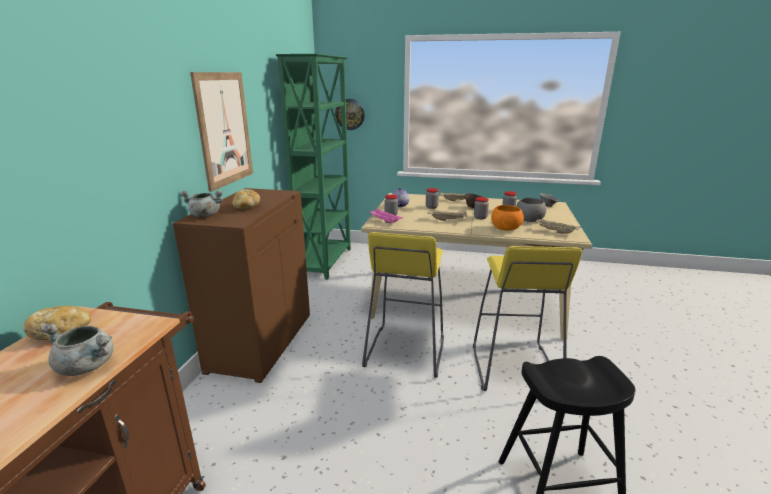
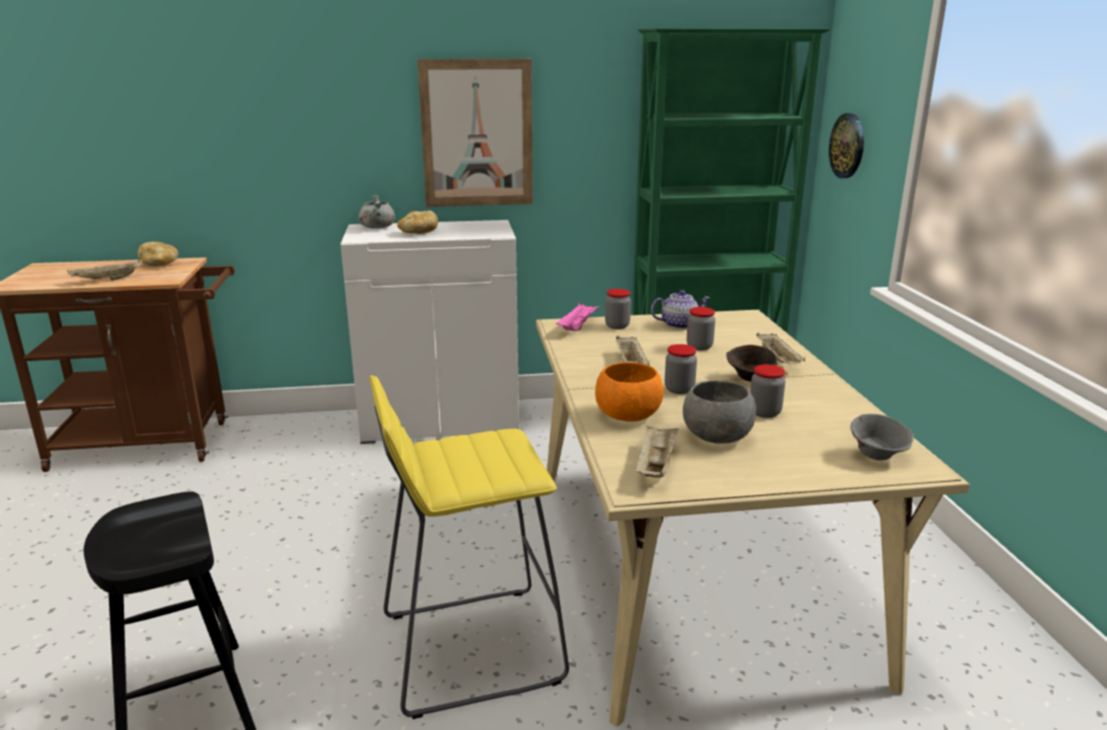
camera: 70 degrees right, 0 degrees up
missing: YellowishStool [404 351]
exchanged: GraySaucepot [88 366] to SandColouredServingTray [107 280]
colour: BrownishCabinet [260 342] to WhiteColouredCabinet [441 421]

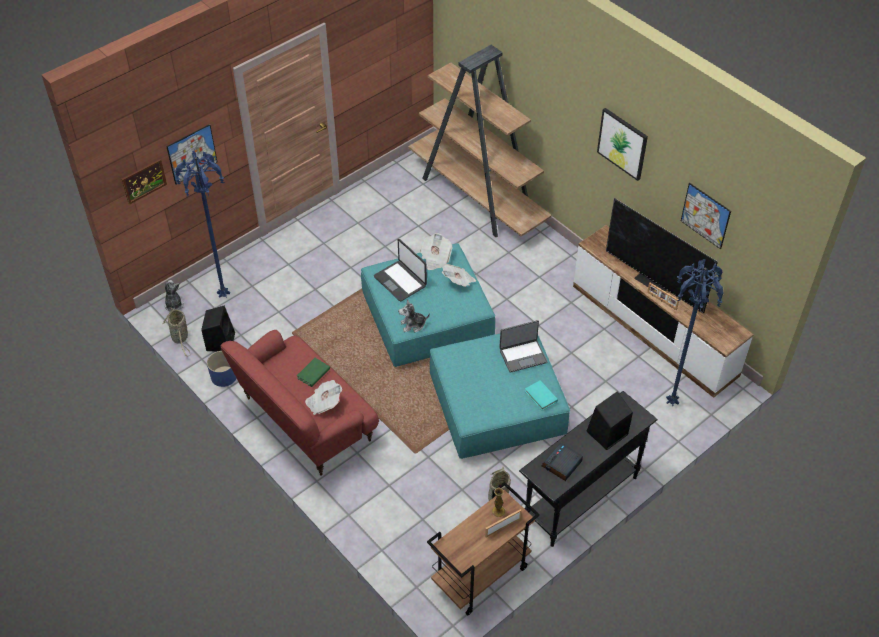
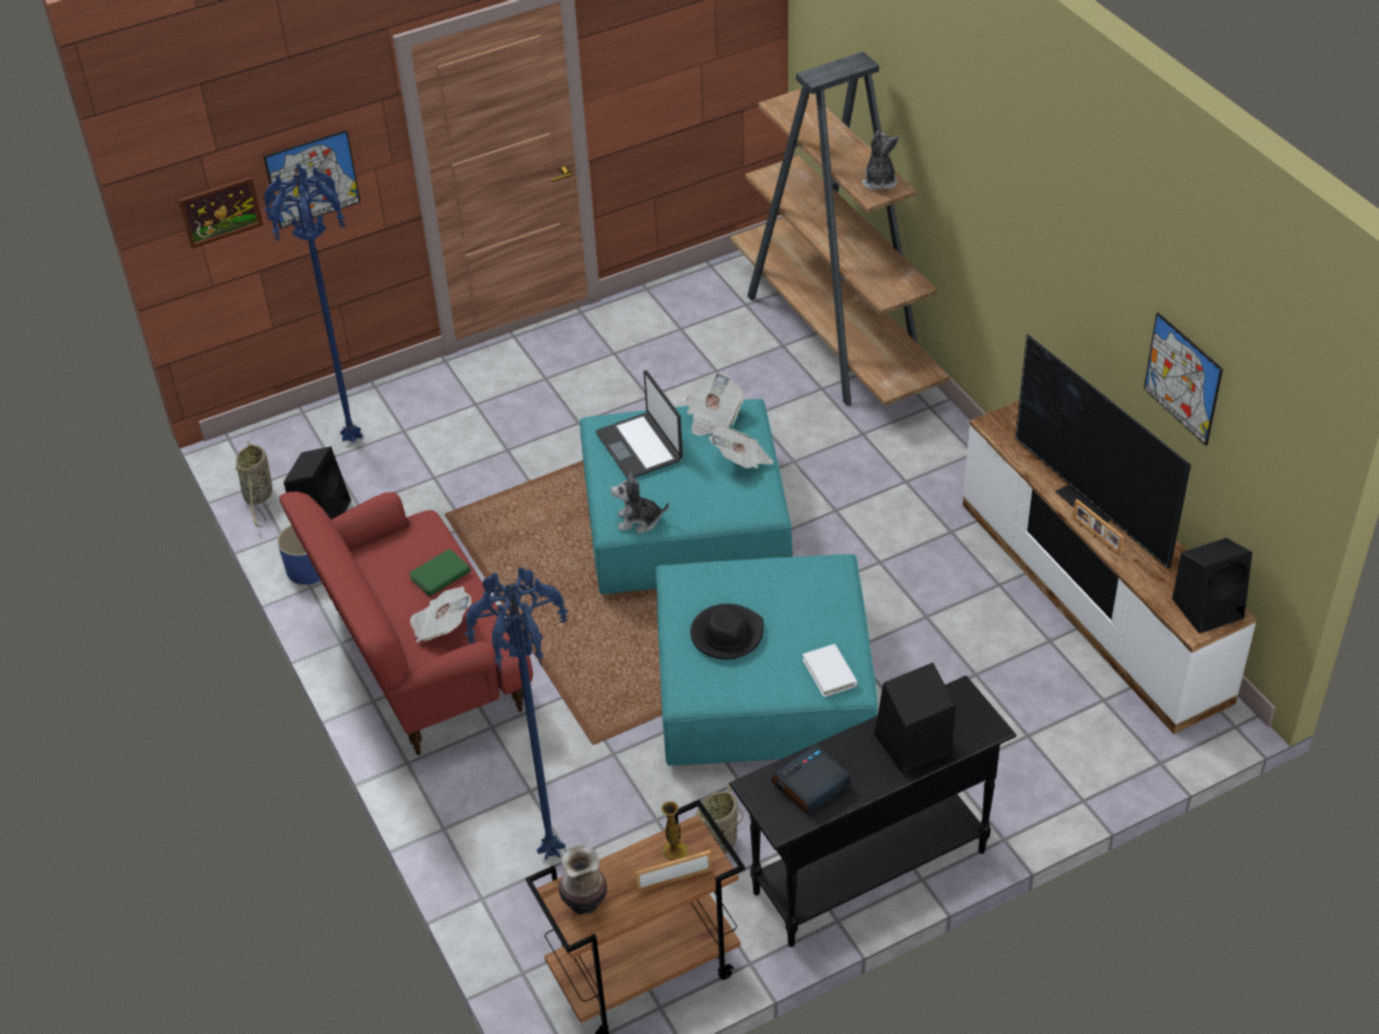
camera: 15 degrees right, 5 degrees down
missing: Laptop [523 355]; WallArt [622 143]
appeared: DecorativeVase [583 902]; BlackishHat [727 634]; BlackishAudioSpeaker [1209 607]
relocated: BluishStandardLamp [670 403] to [549 854]; PlushToy [174 304] to [879 181]
colour: TurquoiseBook [541 396] to WhiteColouredBook [829 673]

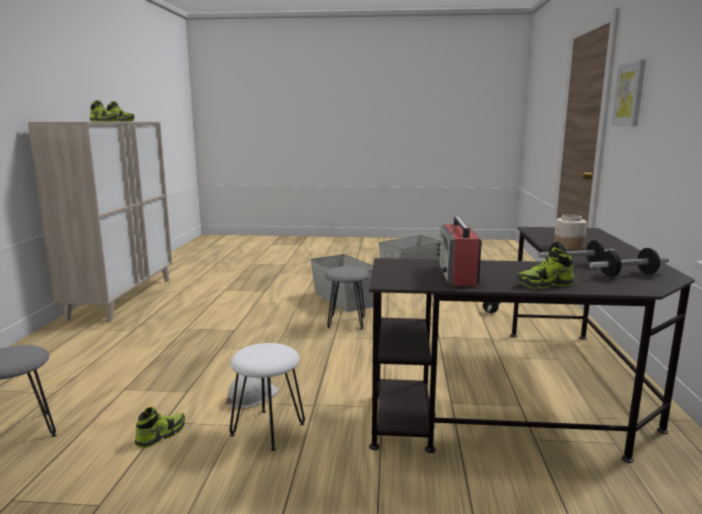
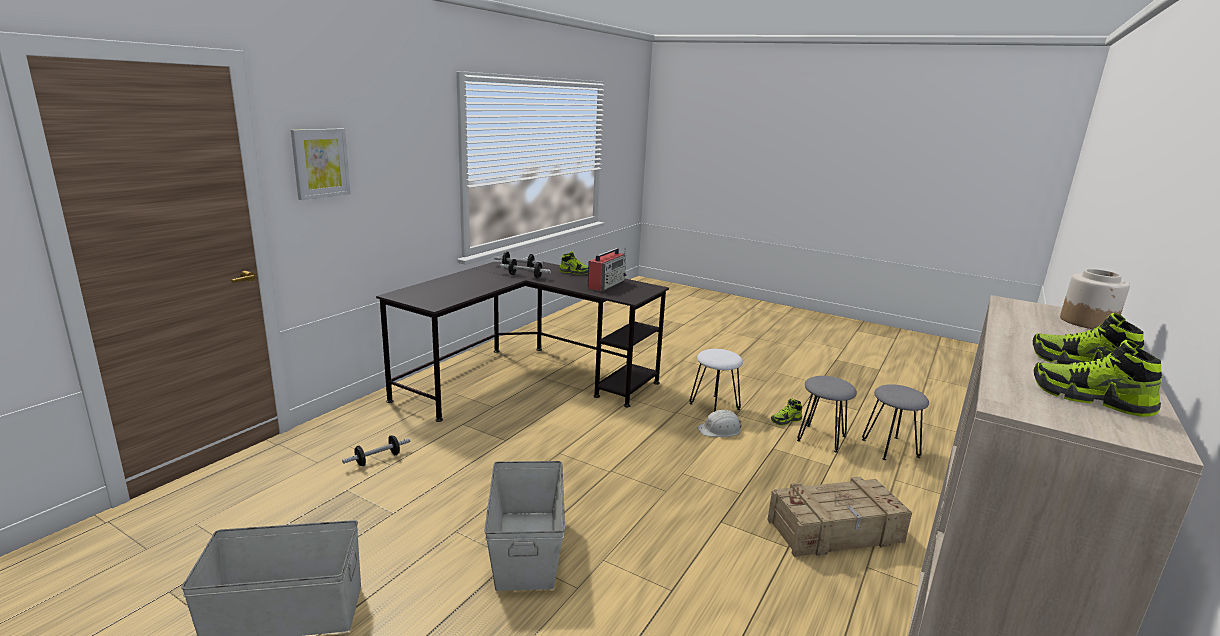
camera: 155 degrees left, 5 degrees up
appeared: Crate [836 531]
relocated: GrayStool [346 322] to [822 438]; StorageJar [568 246] to [1087 322]

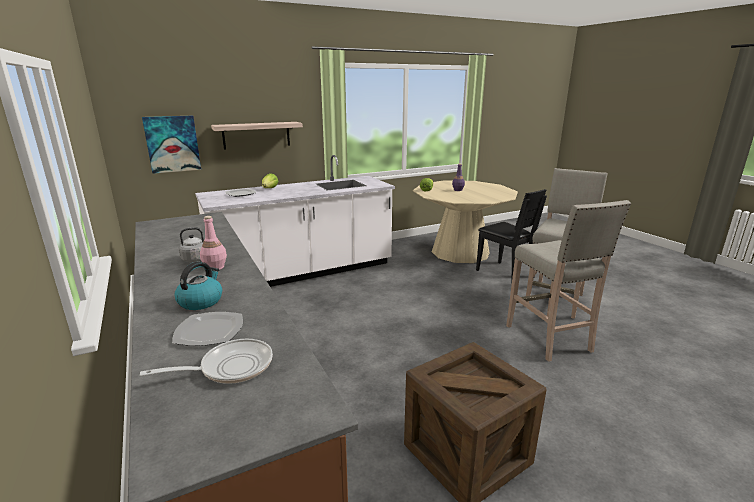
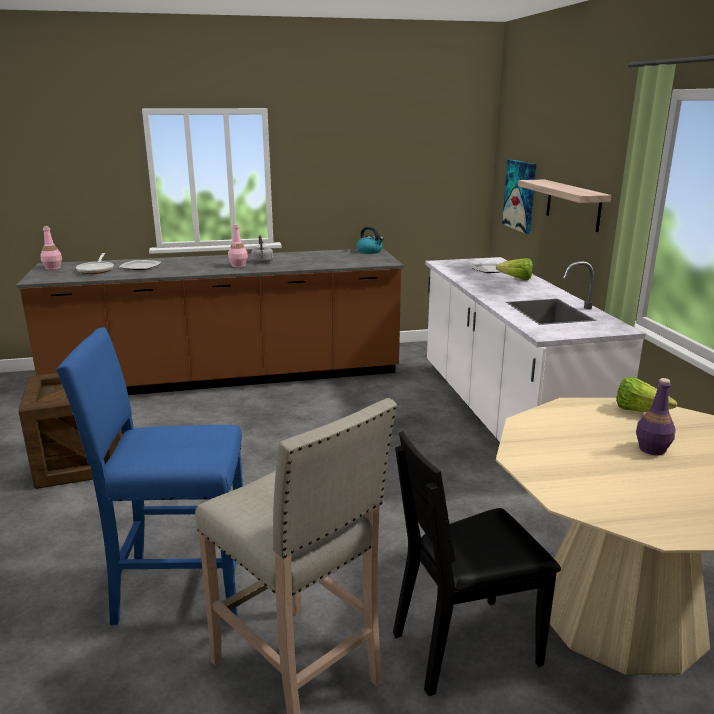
camera: 105 degrees right, 0 degrees up
appeared: PinkishBeverageBottle [53 268]
relocated: WaterKettle [201 301] to [370 251]
colour: SandColouredStool [549 339] to BluishStool [180 590]

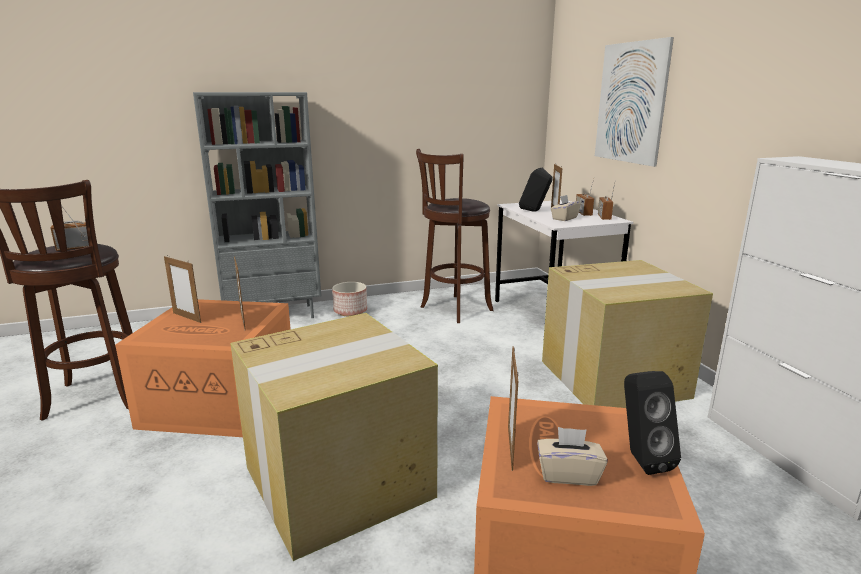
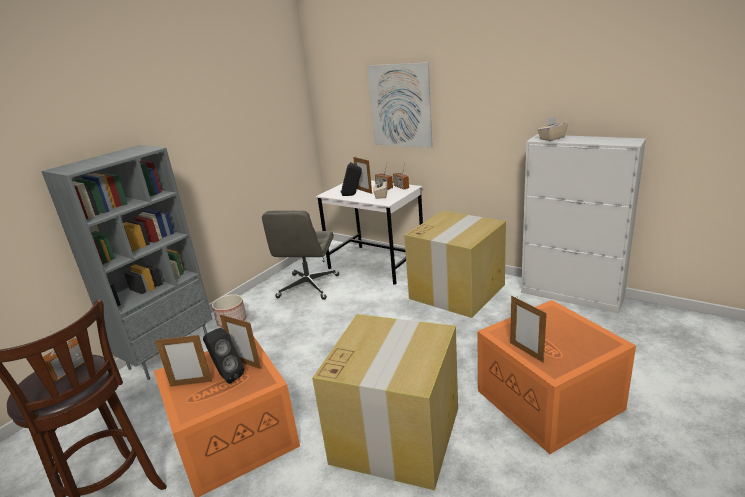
camera: 35 degrees left, 5 degrees up
relocated: BlackishAudioSpeaker [640 459] to [226 376]; SandColouredTissueHolder [568 474] to [552 138]
exchanged: BrownishStool [453 309] to GrayDeskChair [308 287]

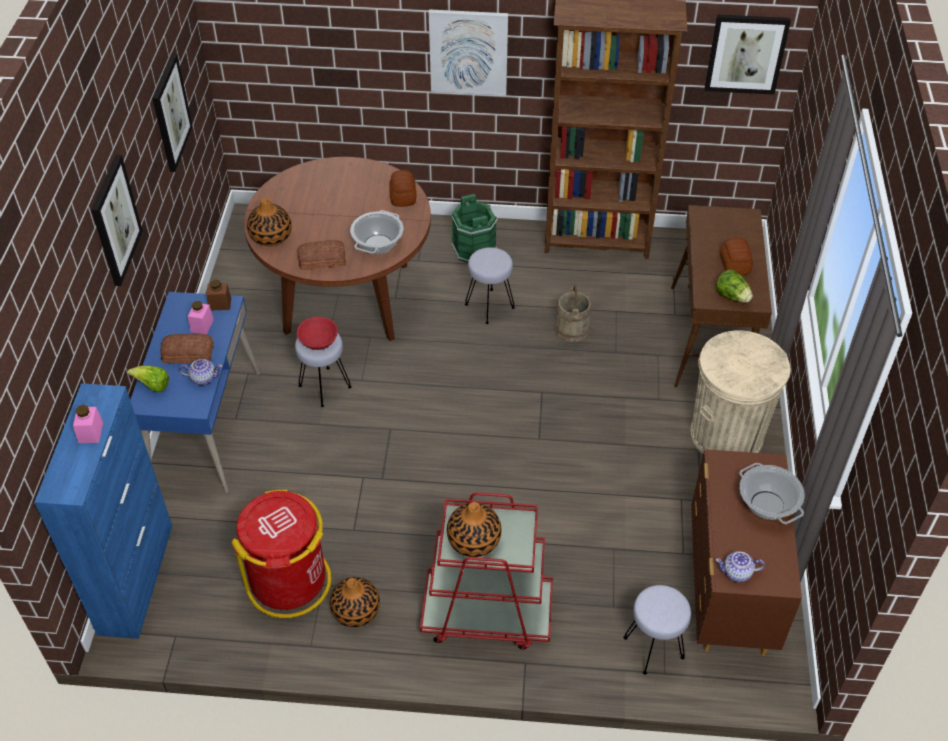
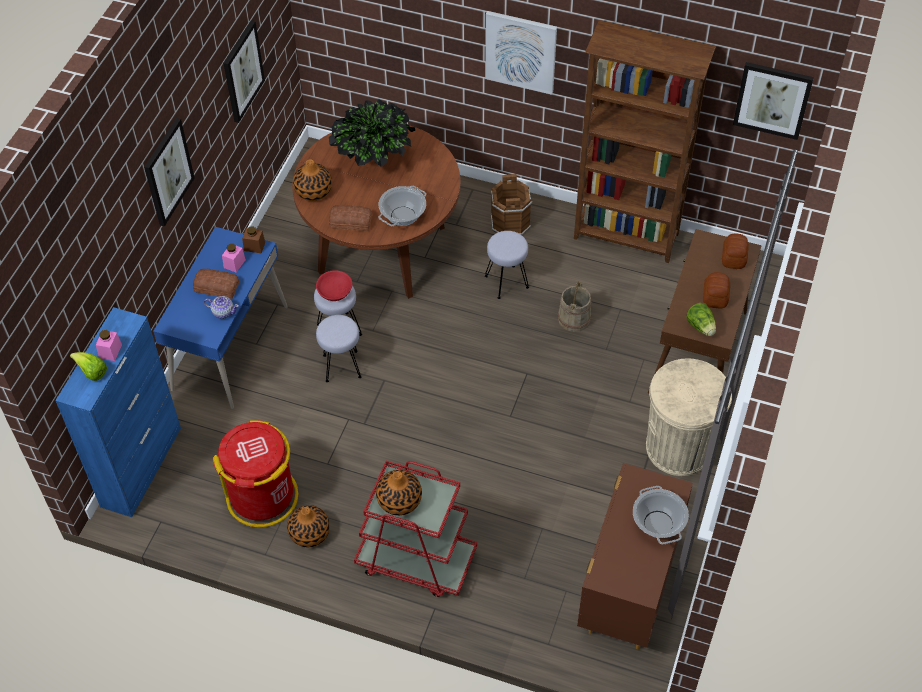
camera: 15 degrees right, 5 degrees up
missing: Teapot [737 573]
appeared: PottedPlant [373 163]
relocated: LettuceHead [152 385] to [91 372]; GrayStool [653 648] to [341 367]; BakedBread [403 196] to [734 257]
colour: GreenColouredWaterBucket [474 249] to BrownishWaterBucket [510 222]

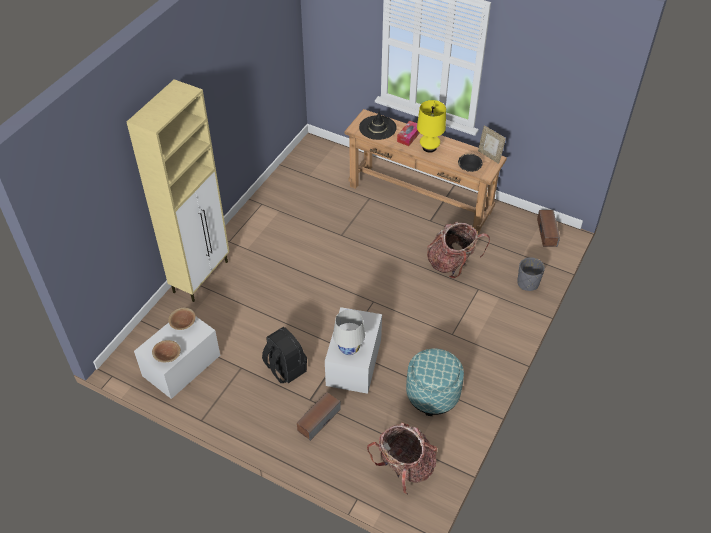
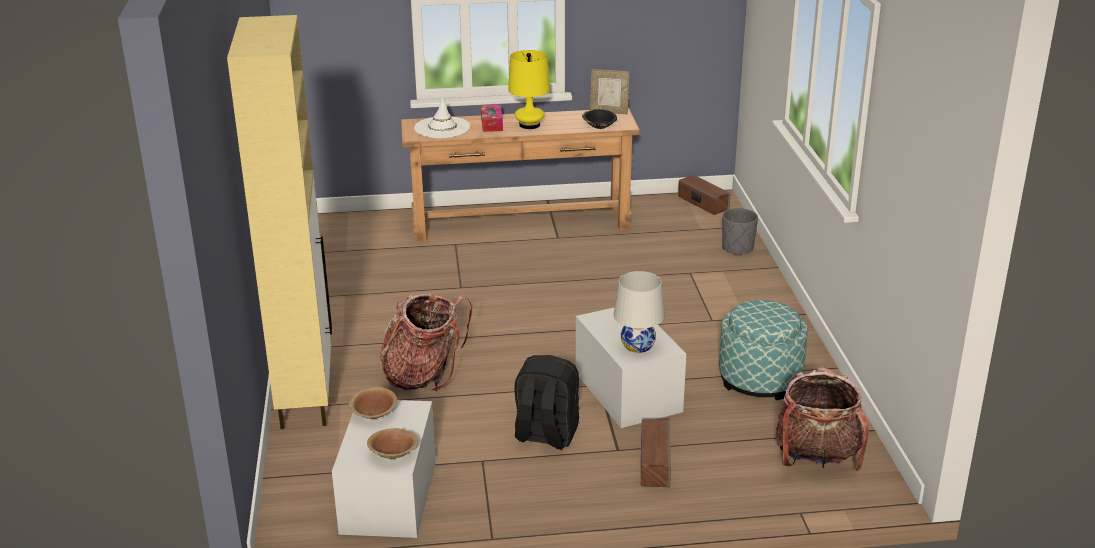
camera: 35 degrees left, 20 degrees down
relocated: Backpack [452 263] to [424 375]
colour: BlackishHat [377 128] to WhiteColouredHat [442 128]

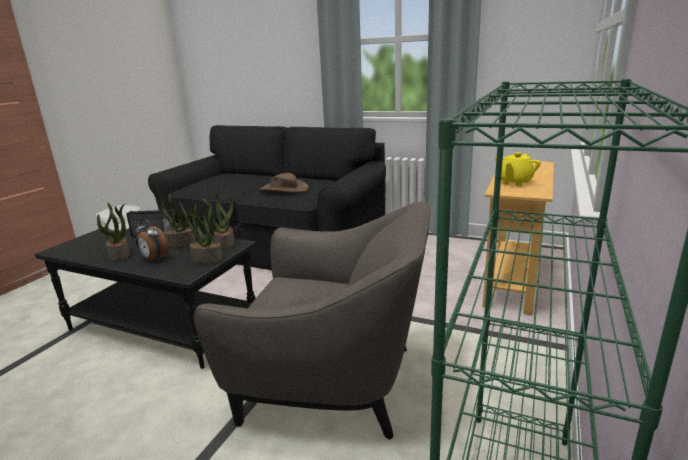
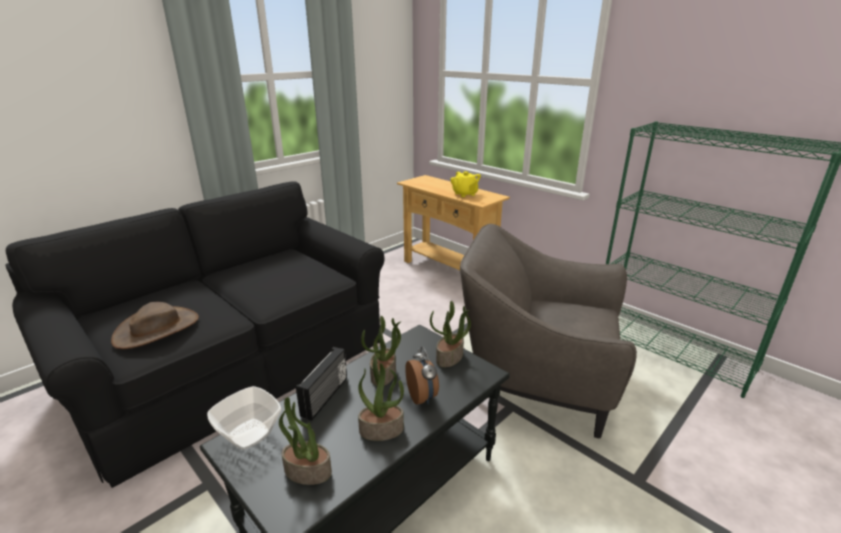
camera: 70 degrees left, 5 degrees up
relocated: BrownishHat [284 189] to [157 329]; PottedPlant [224 244] to [307 472]
spun: BedsideClock [154 259] = [422 397] 75 degrees counterclockwise; GrayLoungeChair [332 380] = [537 380] 105 degrees counterclockwise

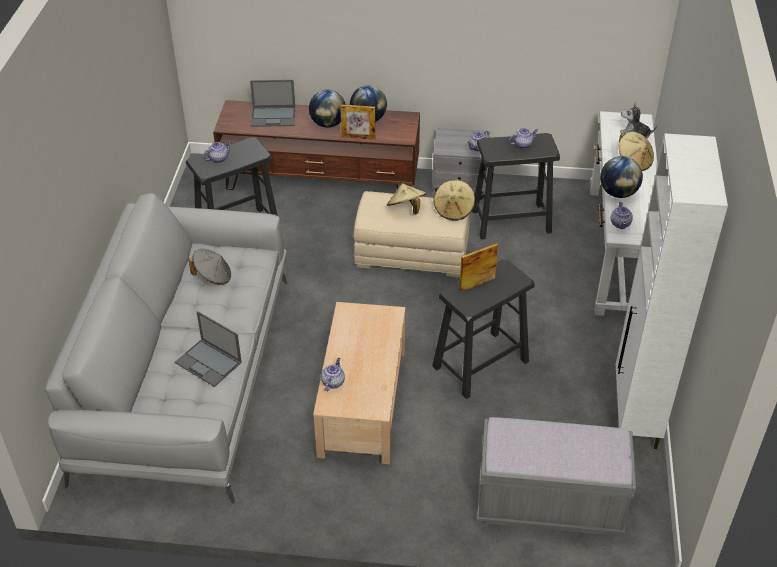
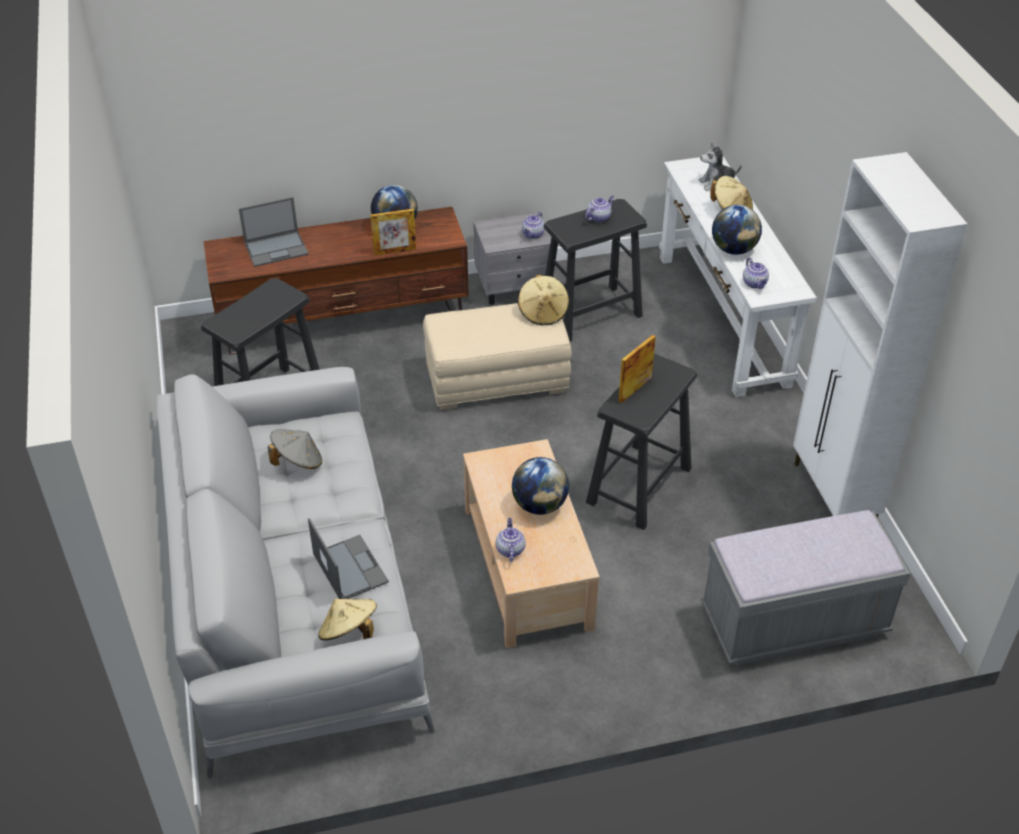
camera: 20 degrees left, 0 degrees up
missing: Teapot [219 158]
relocated: SandColouredHat [406 209] to [349 633]; Globe [328 124] to [539 505]
spun: Laptop [209 363] = [349 567] 135 degrees counterclockwise

